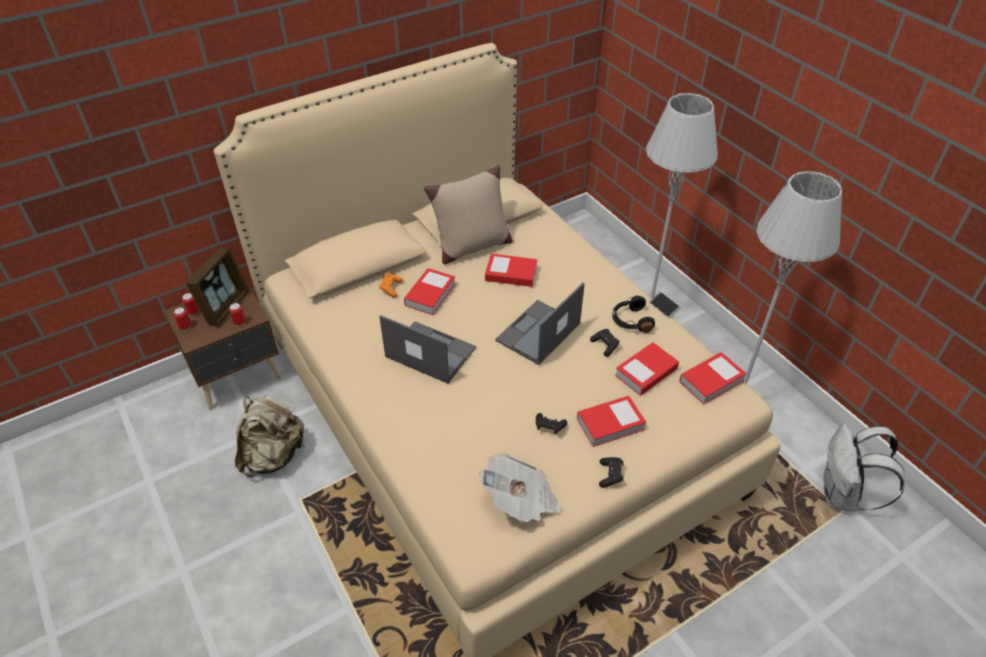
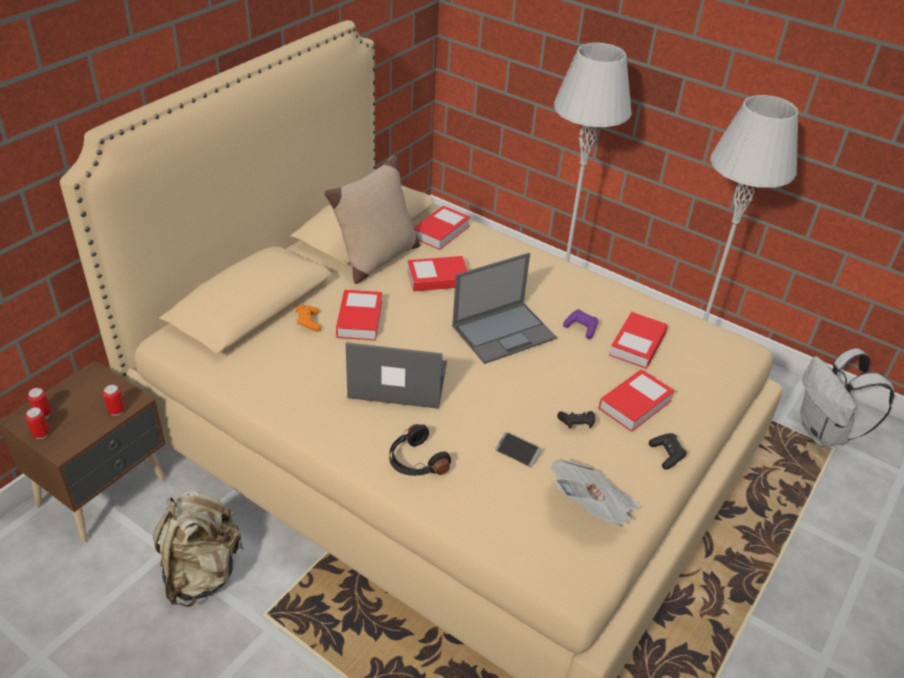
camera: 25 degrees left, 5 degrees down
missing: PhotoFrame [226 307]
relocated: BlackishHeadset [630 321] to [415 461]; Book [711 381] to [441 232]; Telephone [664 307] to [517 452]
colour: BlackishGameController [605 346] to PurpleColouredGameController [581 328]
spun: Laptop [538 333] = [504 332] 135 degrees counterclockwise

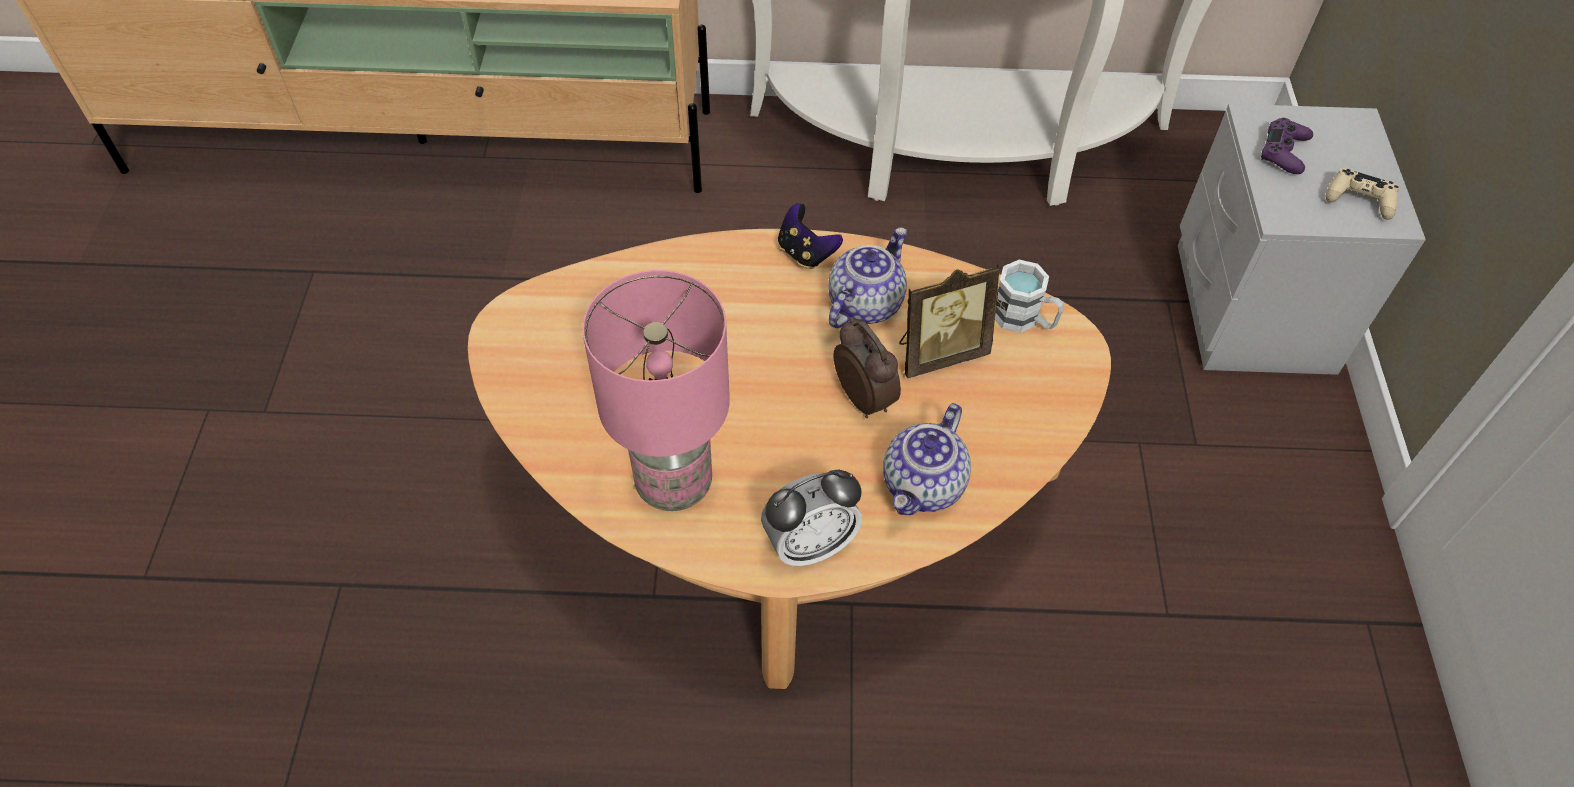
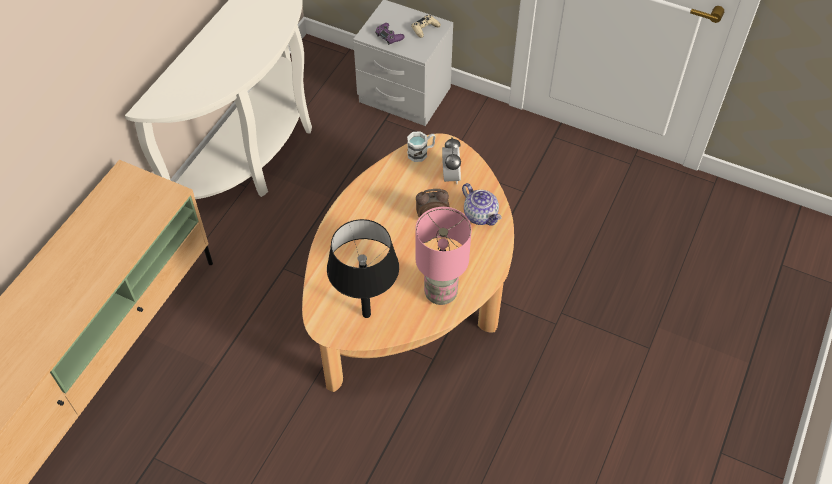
camera: 65 degrees left, 0 degrees up
missing: GameController [805 253]; Teapot [864 303]; PhotoFrame [939 352]
appeared: BlackishTabletopLamp [366 314]
relocated: BedsideClock [810 544] to [451 176]

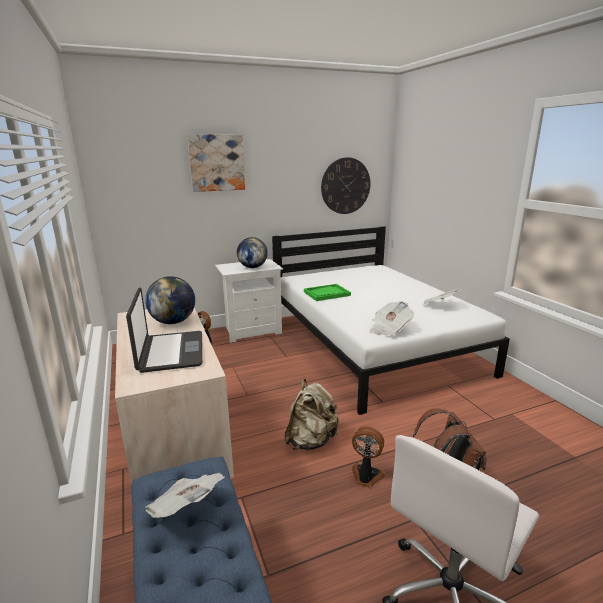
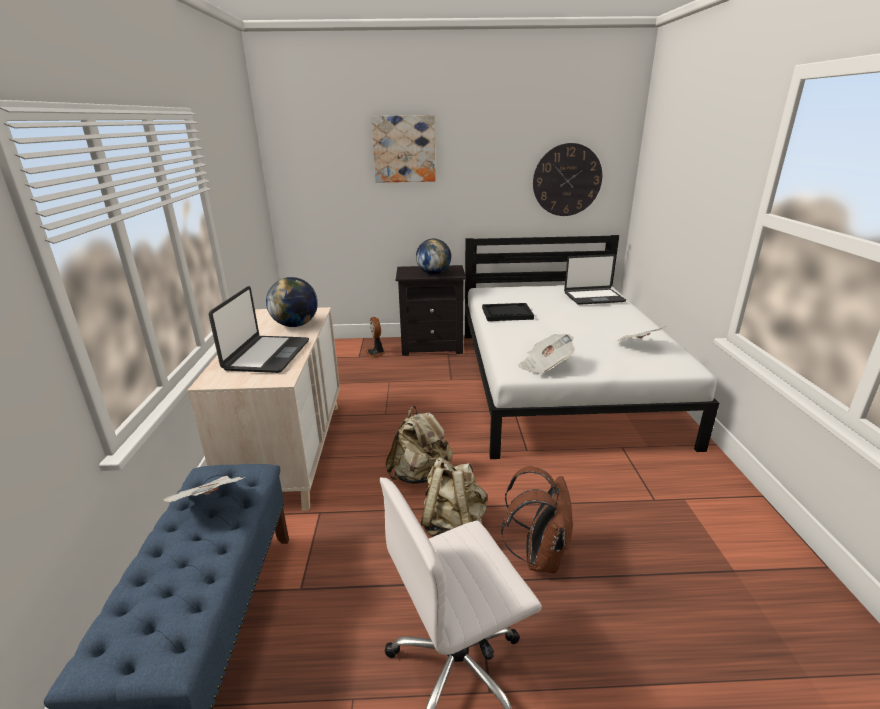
camera: 20 degrees right, 5 degrees up
appeared: Laptop [593 297]
exchanged: ElectricFan [366 476] to SandColouredBackpack [453 525]
colour: WhiteColouredNightstand [252 331] to BlackishNightstand [432 346]; GreenColouredServingTray [326 293] to BlackishServingTray [507 314]

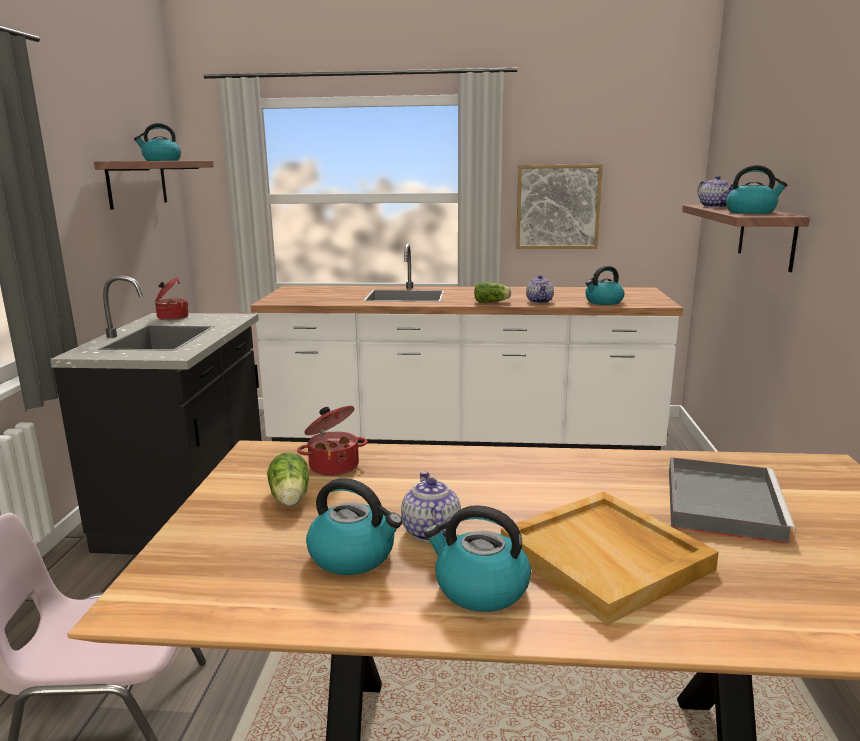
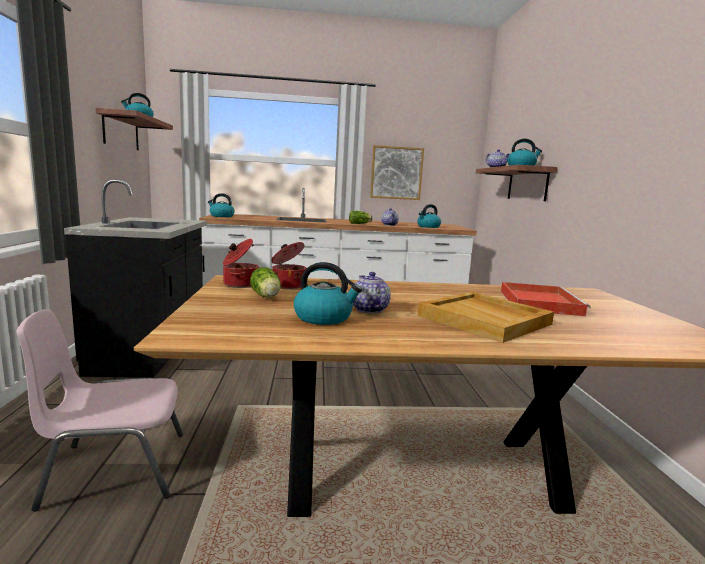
camera: 10 degrees left, 5 degrees down
relocated: WaterKettle [480 588] to [221 216]; Saucepot [172 317] to [239 284]
colour: GrayServingTray [721 502] to RedServingTray [538 302]

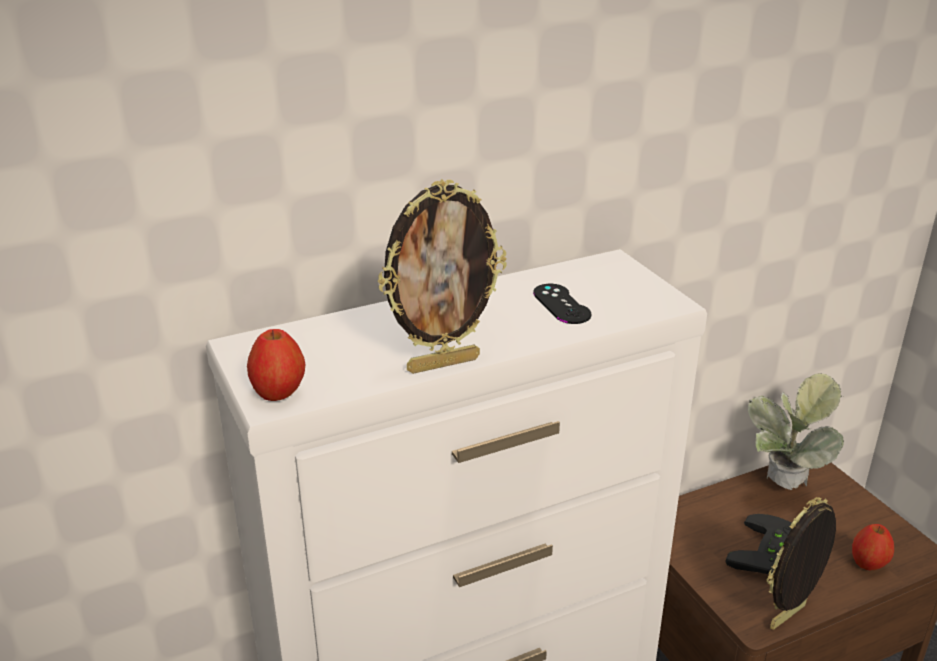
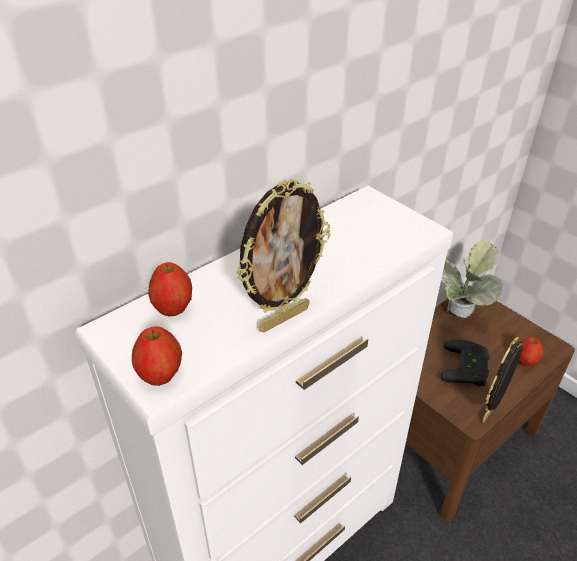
camera: 15 degrees left, 10 degrees up
missing: BlackishGameController [561 304]
appeared: AppleFruit [173 308]

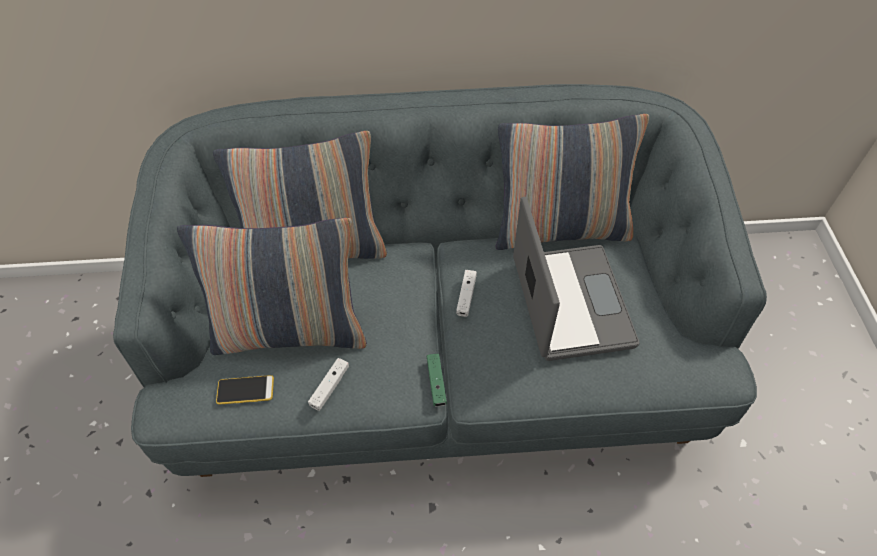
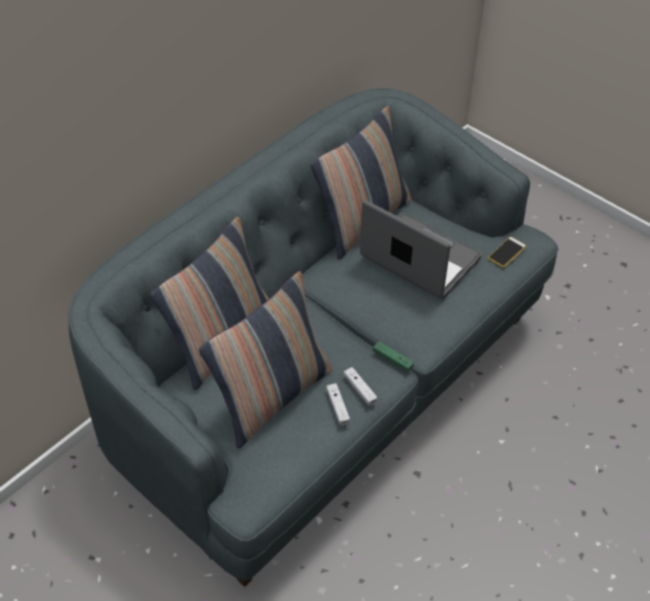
camera: 45 degrees left, 5 degrees down
relocated: WhiteColouredGameController [466 296] to [360 389]; Telephone [245 390] to [506 252]

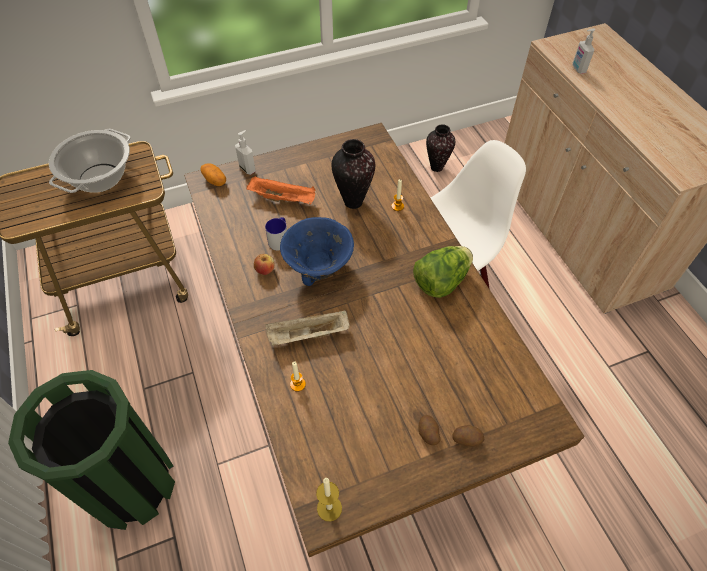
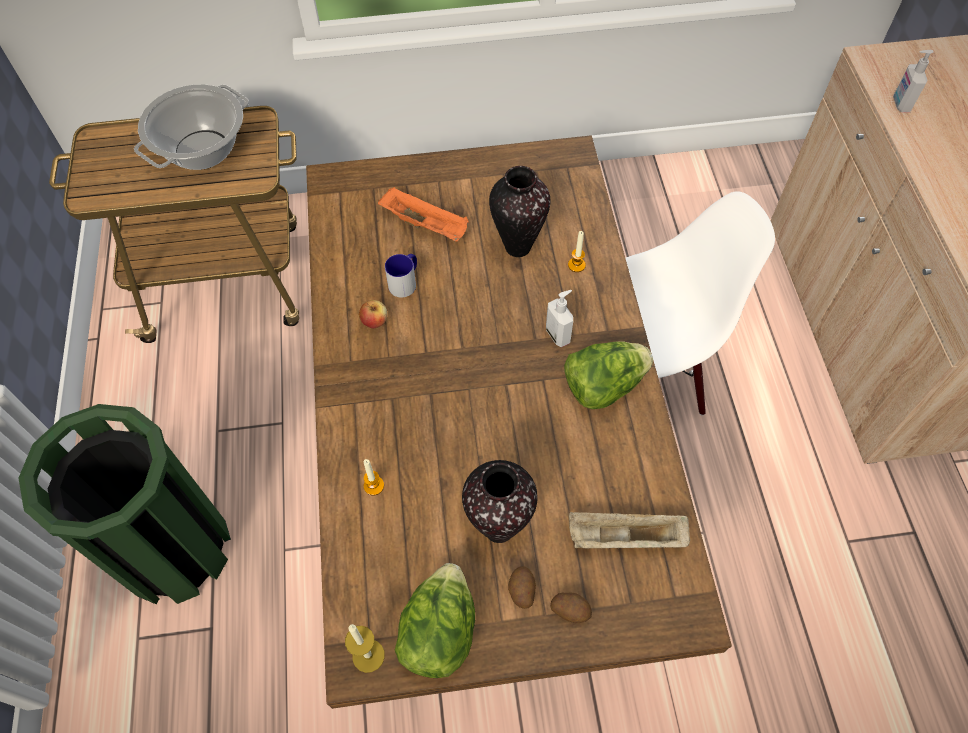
camera: 15 degrees right, 5 degrees up
missing: Potato [215 180]; BluishDeepDish [318 267]
appeared: LettuceHead [439 632]
relocated: DecorativeVase [437 167] to [500 527]; LiquidSoapBottle [248 169] to [558 335]; SandColouredServingTray [307 335] to [624 538]

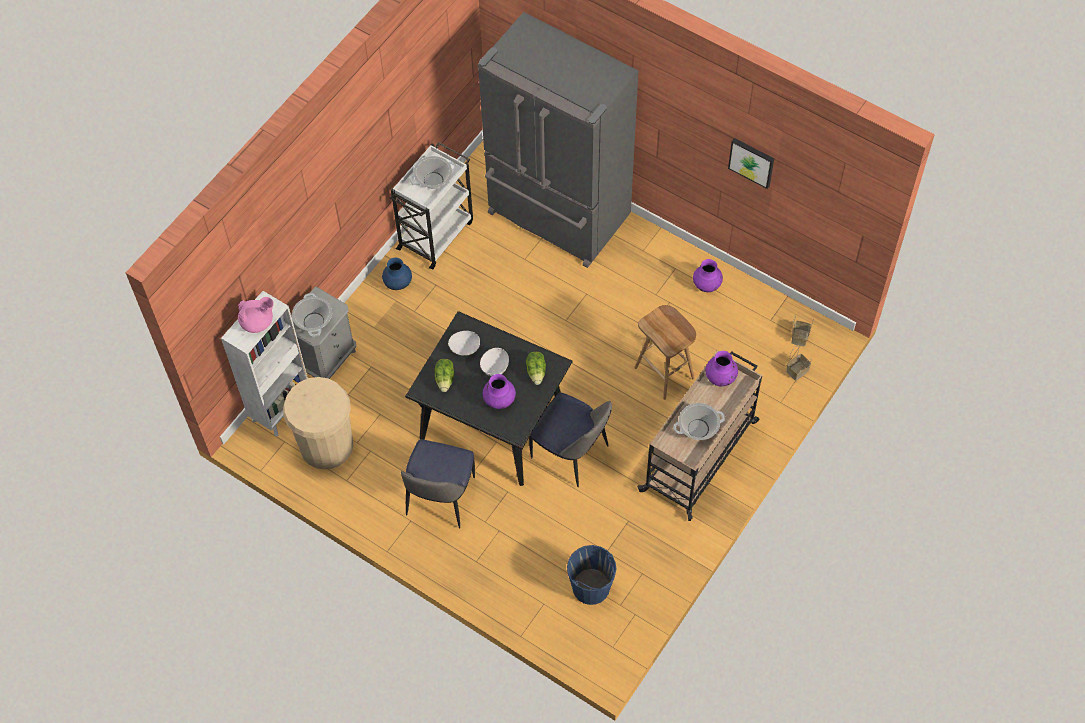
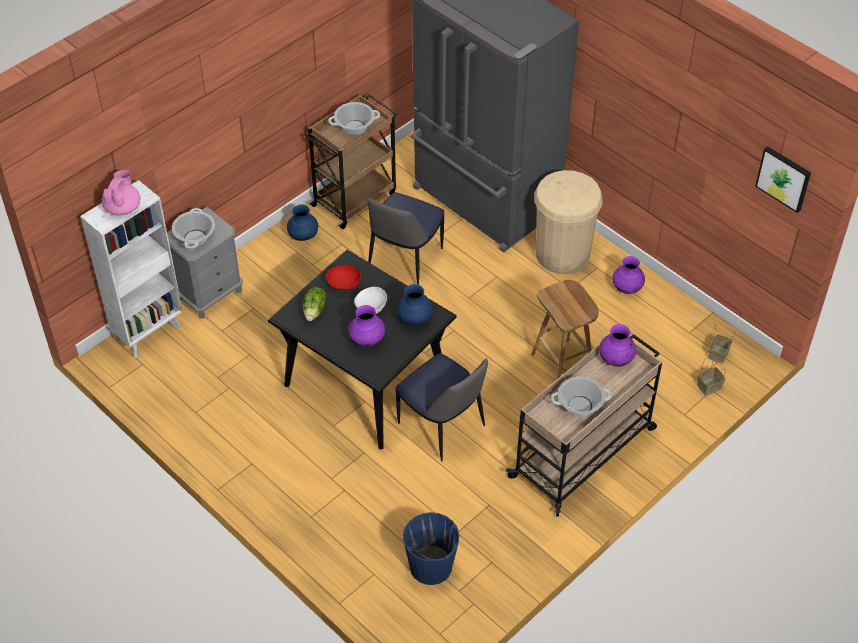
camera: 10 degrees right, 10 degrees down
relocated: PlainChair [440 498] to [404 260]; SandColouredWasteBin [326 445] to [562 254]; WallArt [752 162] to [784 178]
exchanged: LettuceHead [536 372] to BluishDecorativeVase [414 319]
colour: WhiteColouredWheeledCart [436 234] to BrownishWheeledCart [355 198]; WhiteColouredDeepDish [464 348] to RedDeepDish [343 285]
spun: PinkishTeapot [258 322] = [123 207] 75 degrees counterclockwise

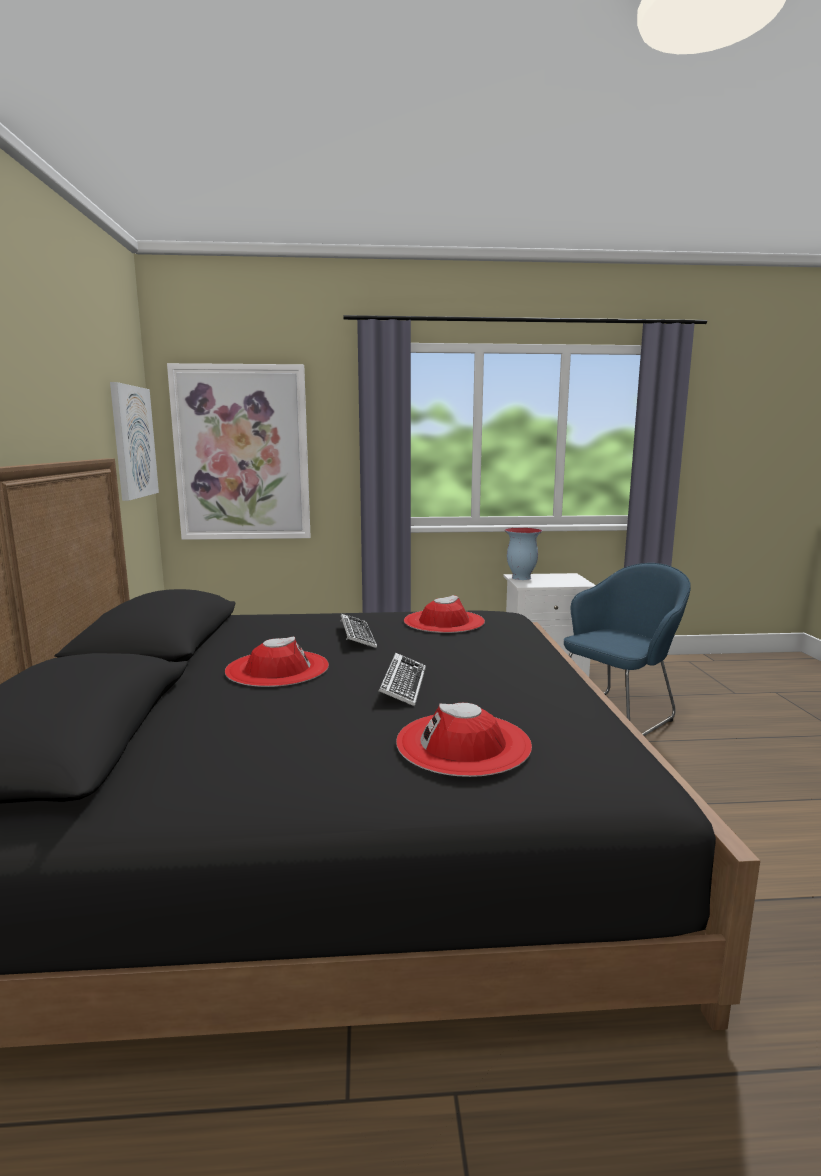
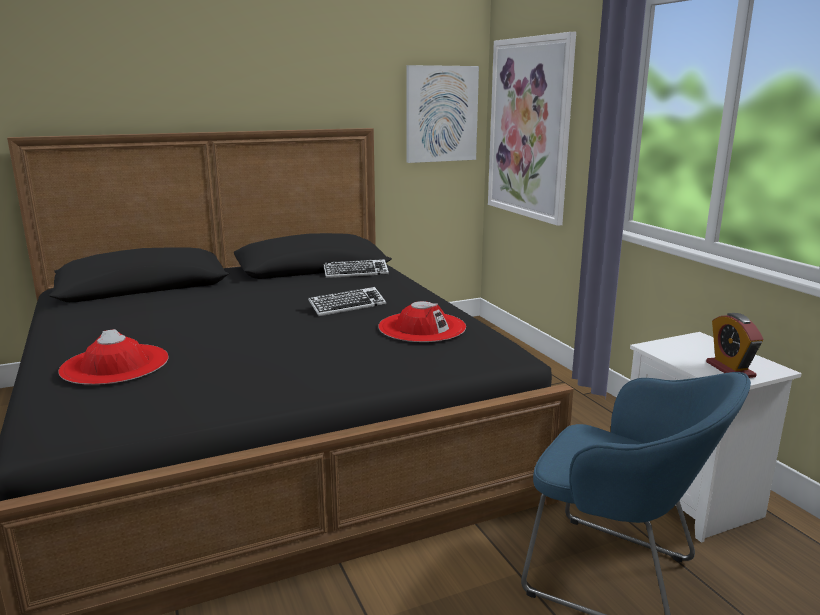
camera: 70 degrees right, 5 degrees up
missing: RedHat [277 668]; DecorativeVase [521 578]
appeared: BedsideClock [730 369]
relocated: Keyboard [403 685] to [355 273]

